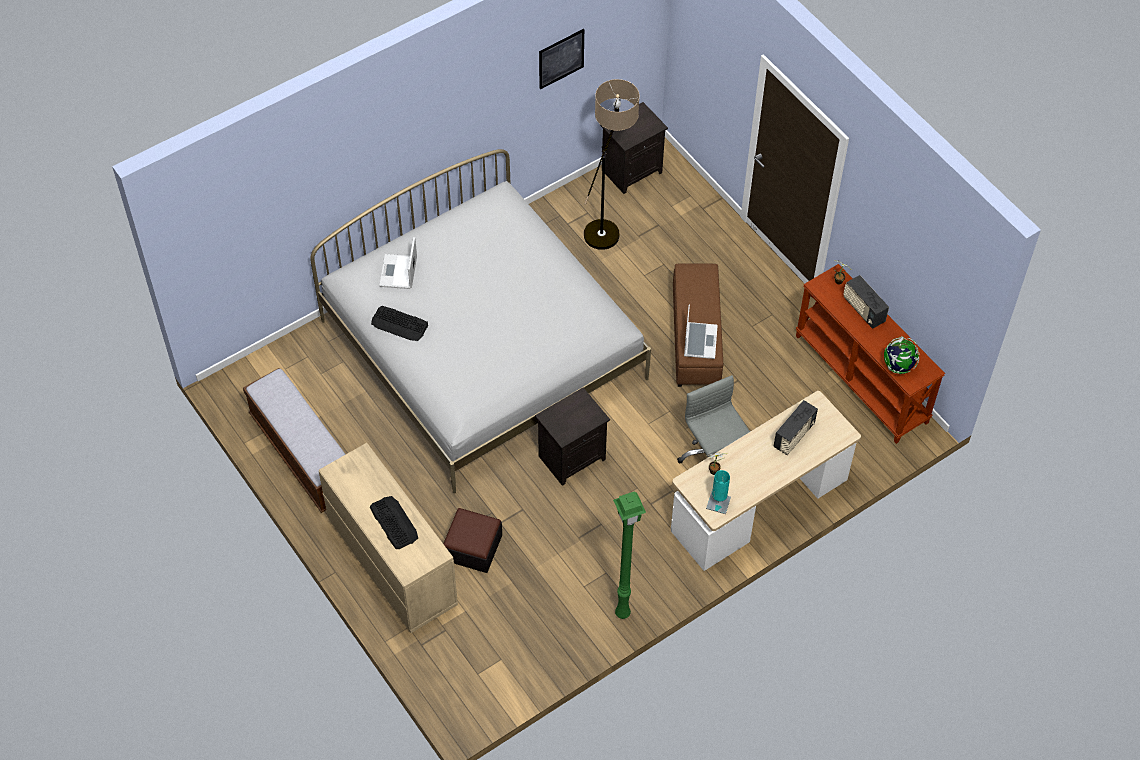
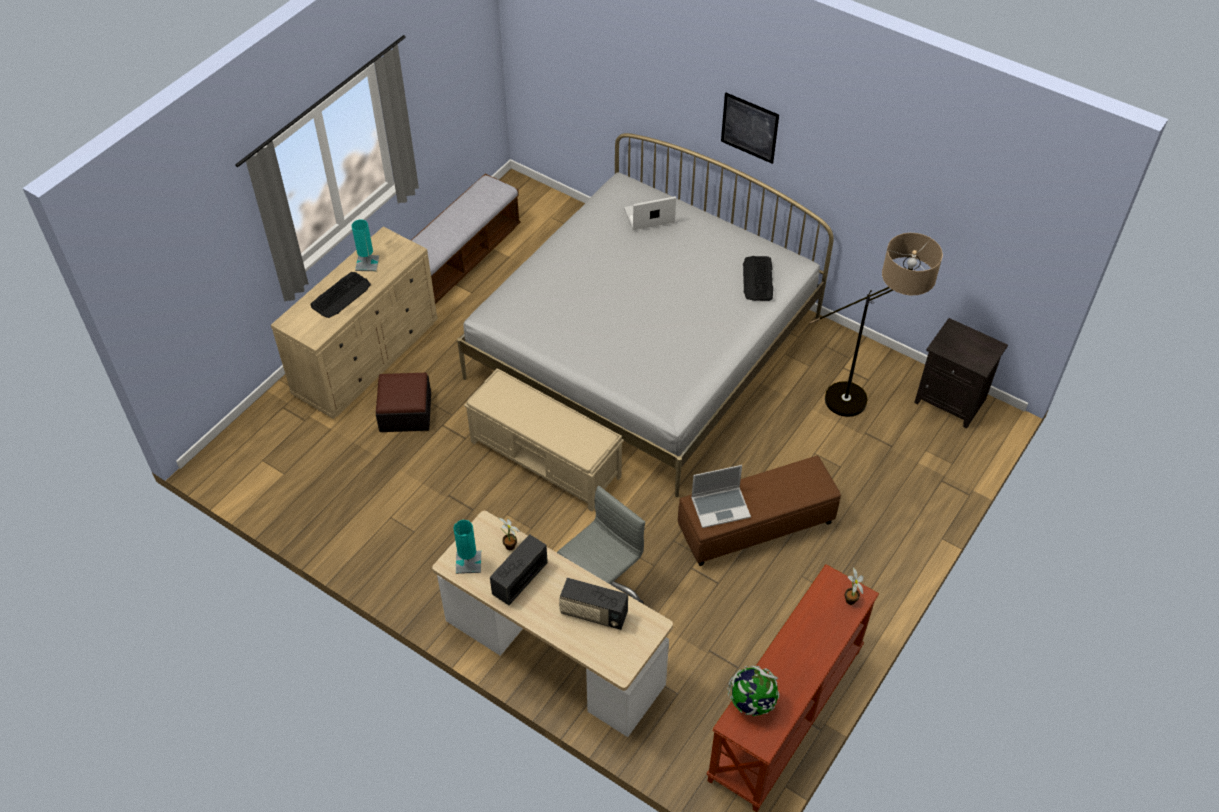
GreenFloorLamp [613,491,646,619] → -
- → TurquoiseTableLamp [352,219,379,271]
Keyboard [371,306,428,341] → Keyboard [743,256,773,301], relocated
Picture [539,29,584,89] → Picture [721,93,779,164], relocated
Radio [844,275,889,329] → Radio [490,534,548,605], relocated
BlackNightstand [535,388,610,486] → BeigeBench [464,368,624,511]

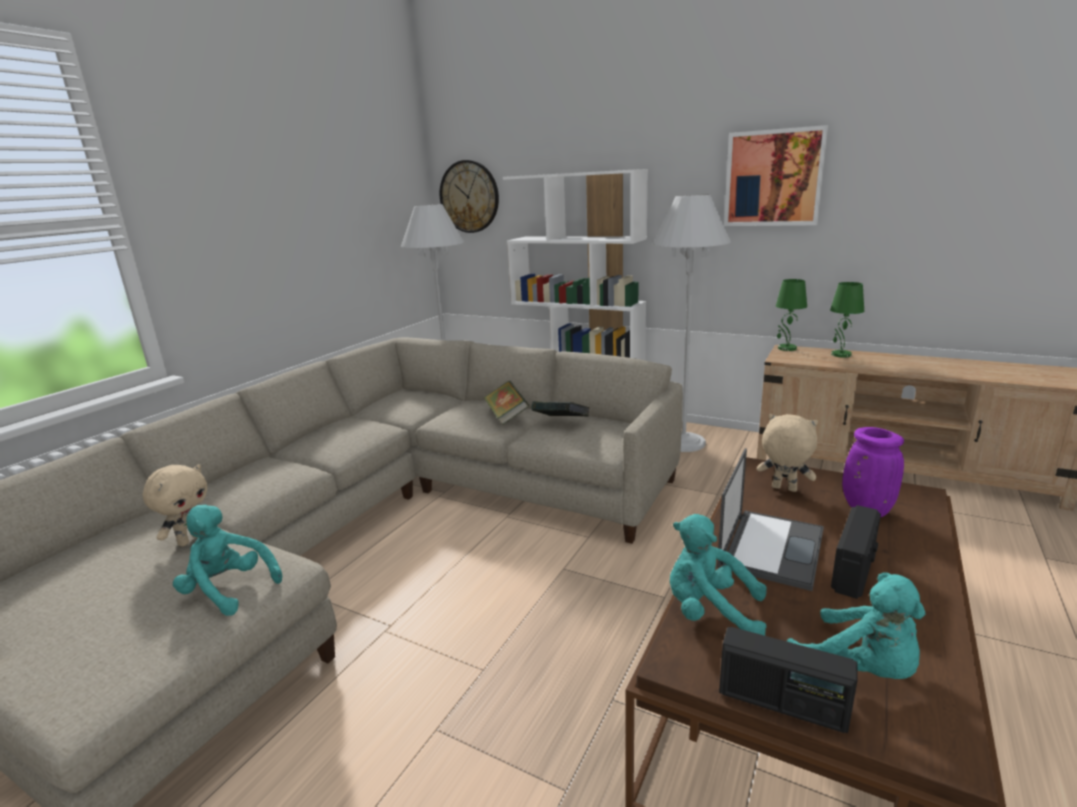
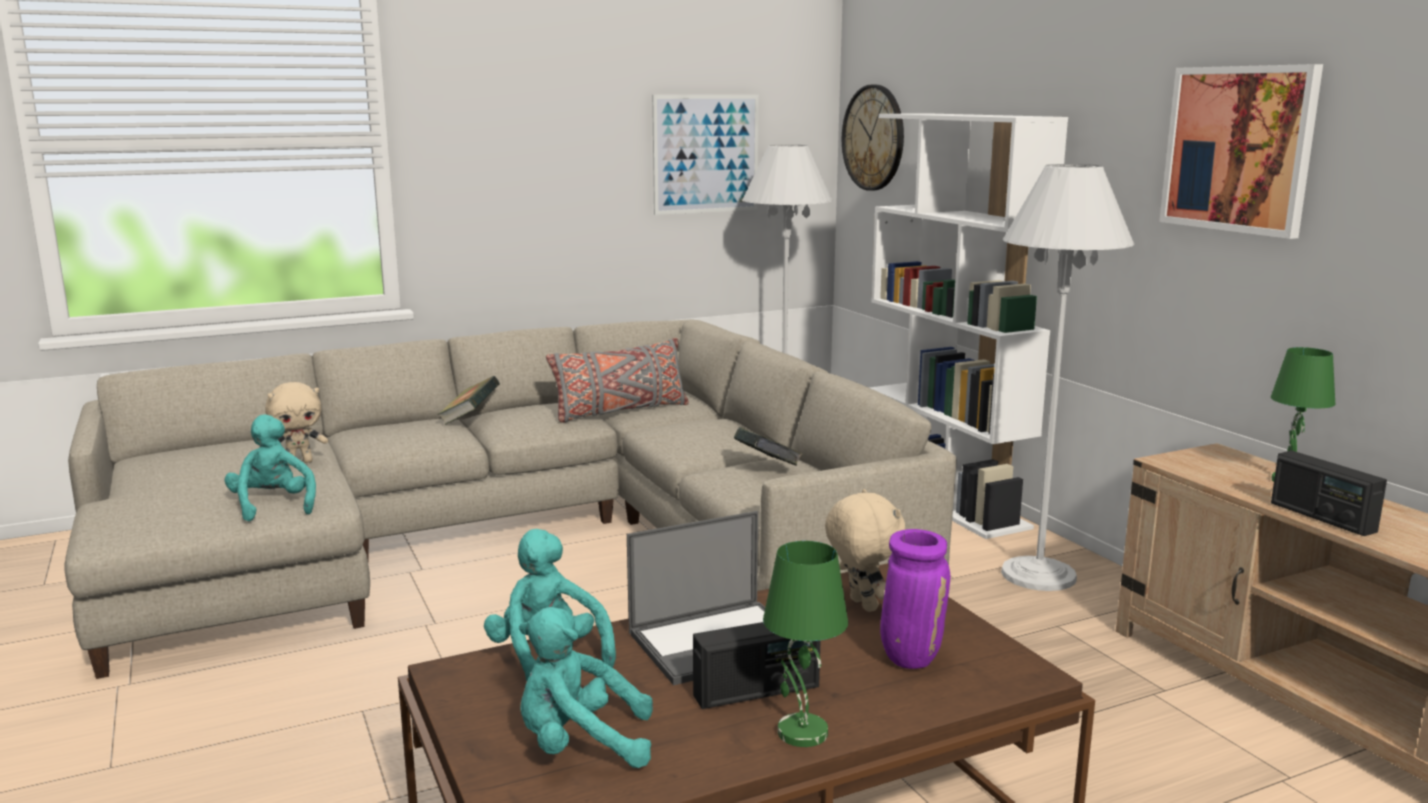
- → GreyPillow [546,338,689,423]
- → Picture [652,95,759,215]
Book [484,381,529,425] → Book [437,376,500,425], relocated
Radio [719,627,857,733] → Radio [1271,451,1387,536], relocated
GreenTableLamp [776,279,807,351] → GreenTableLamp [763,541,848,747], relocated
TurquoisePlushToy [787,572,925,679] → TurquoisePlushToy [519,607,653,768], 90 degrees clockwise

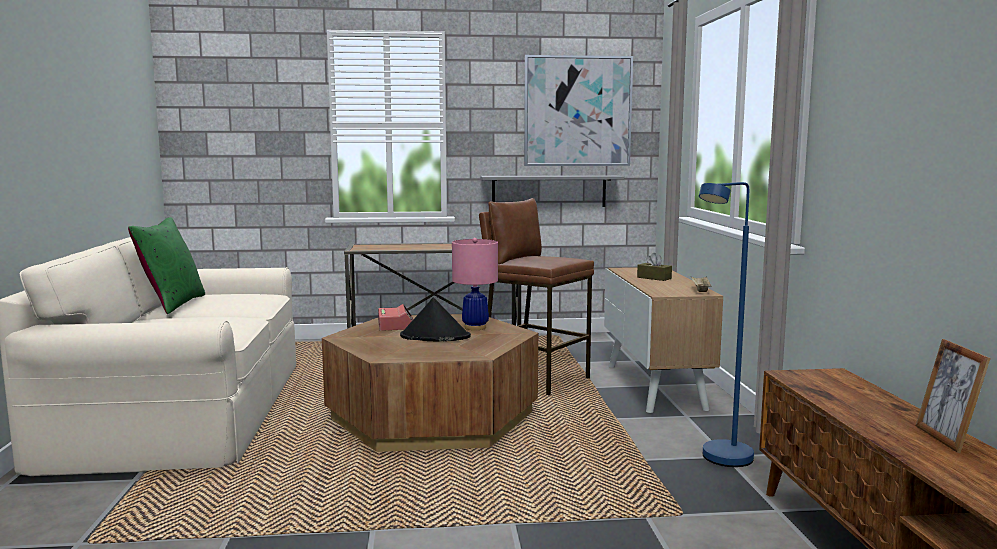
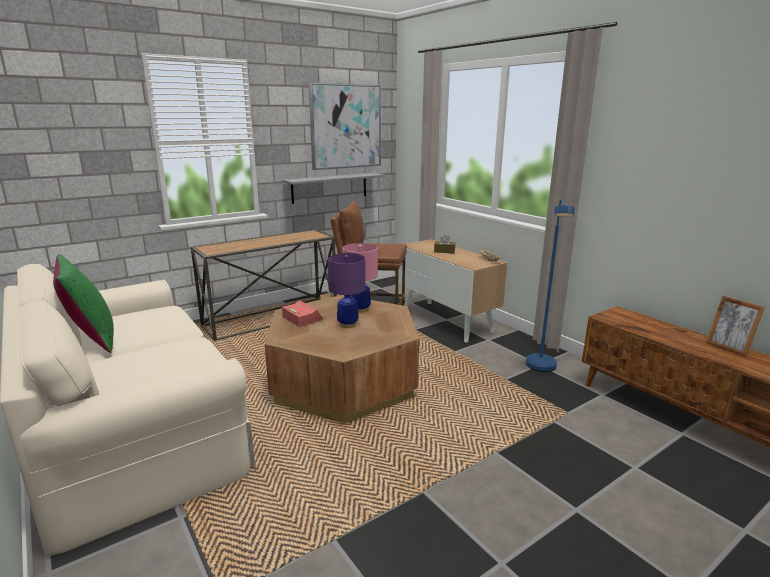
BlackHat [400,298,471,342] → PurpleTableLamp [327,253,366,328]

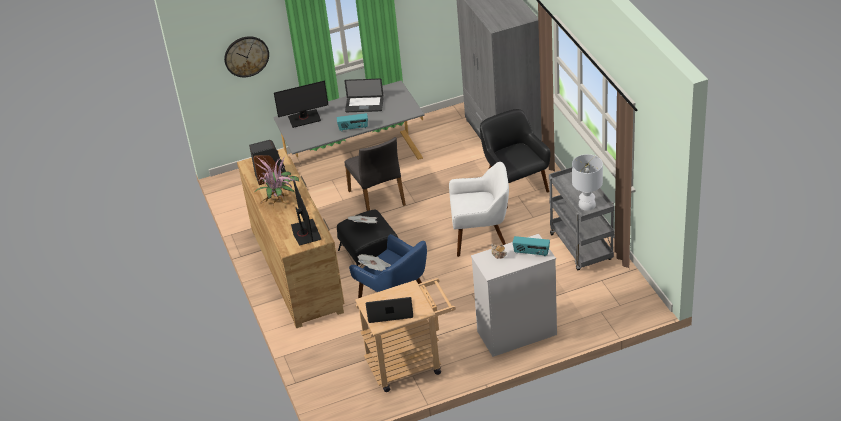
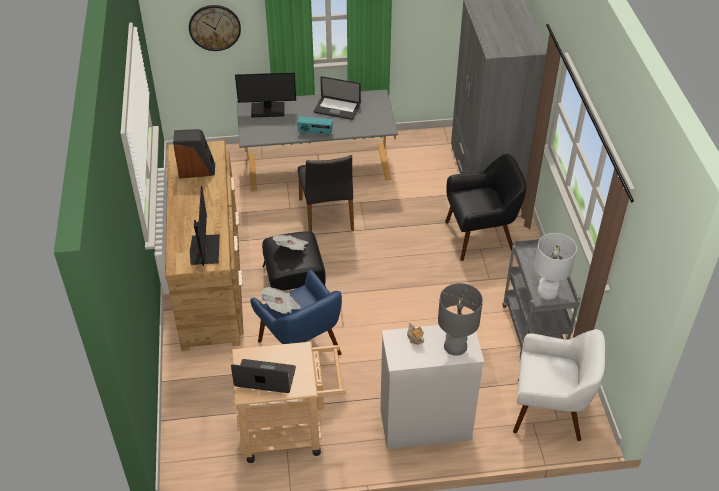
PottedPlant [254,157,299,205] → -
WhiteArmchair [449,162,509,257] → WhiteArmchair [513,329,605,441], relocated
Radio [513,236,550,256] → GreyTableLamp [438,283,483,356]
BlackArmchair [480,109,550,208] → BlackArmchair [445,154,526,261], 90 degrees clockwise

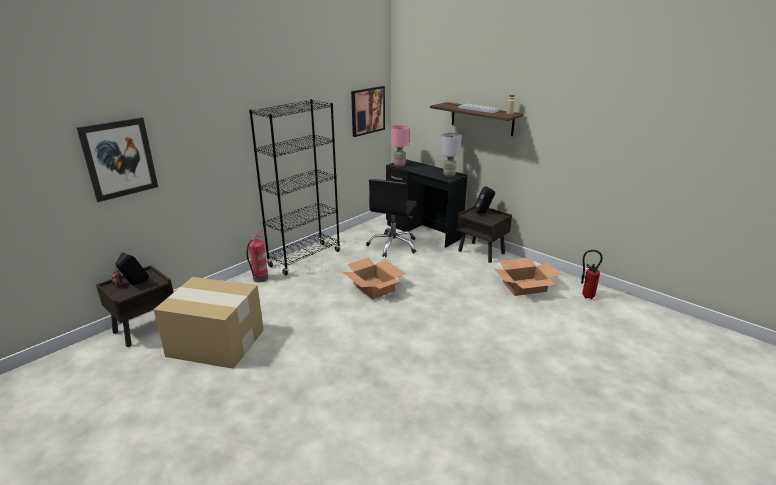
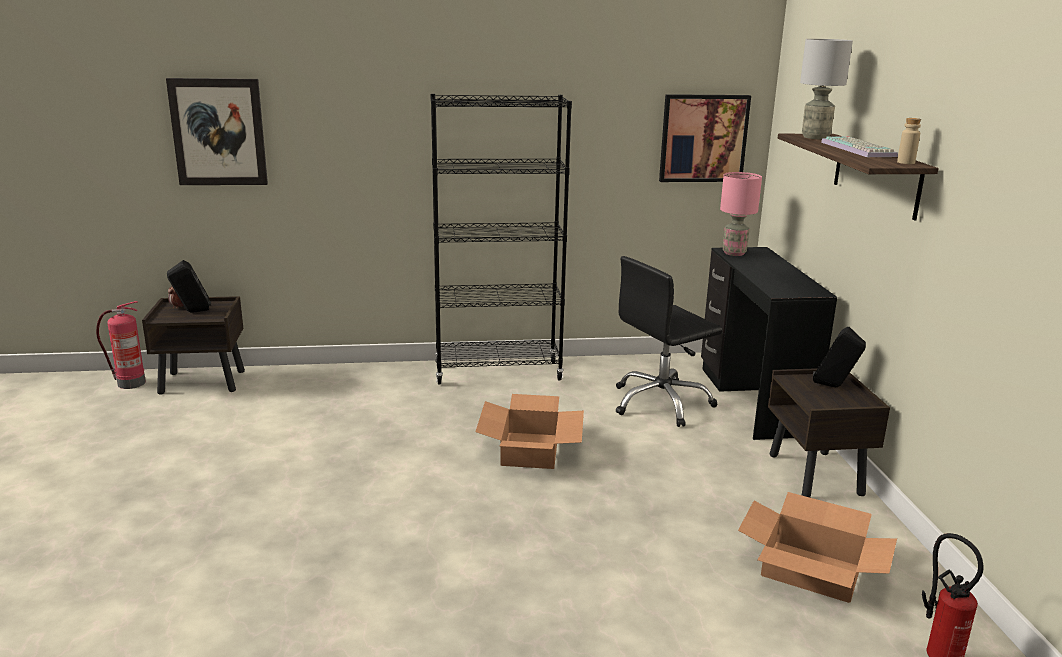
CardboardBox [153,277,264,369] → -
FireExtinguisher [246,231,268,282] → FireExtinguisher [96,301,146,389], relocated
GreyTableLamp [441,133,462,177] → GreyTableLamp [800,39,853,139], relocated

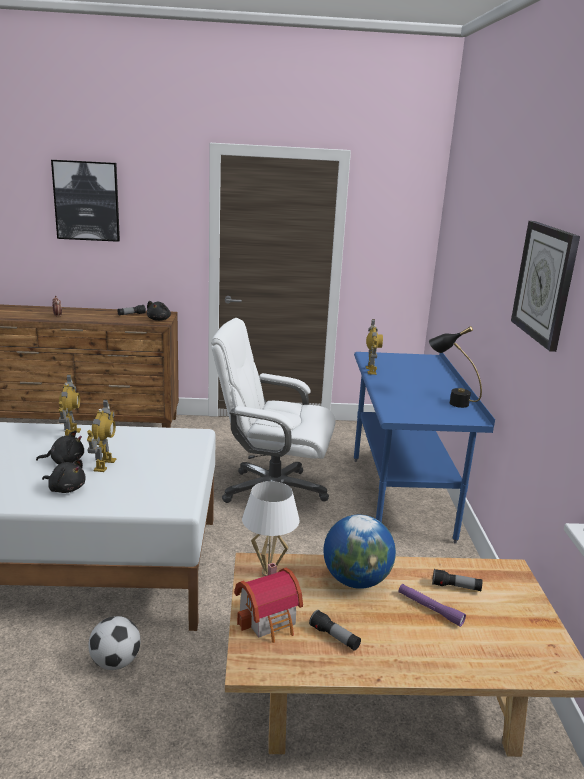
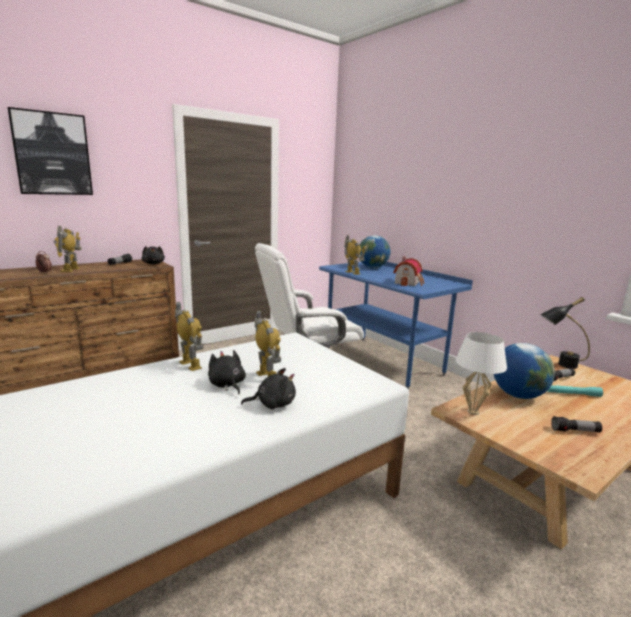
Football [88,616,141,670] → -
WallClock [511,221,580,352] → -
- → ToyRobot [54,226,82,272]
- → Globe [359,235,390,268]
ToyHouse [234,563,303,643] → ToyHouse [393,256,424,286], relocated
BlackTableLamp [429,326,482,408] → BlackTableLamp [541,297,590,369], relocated
PurpleFlashlight [398,584,466,627] → TurquoiseFlashlight [547,385,603,397]
BlackPlushToy [36,430,84,464] → BlackPlushToy [208,350,246,394], 75 degrees counterclockwise

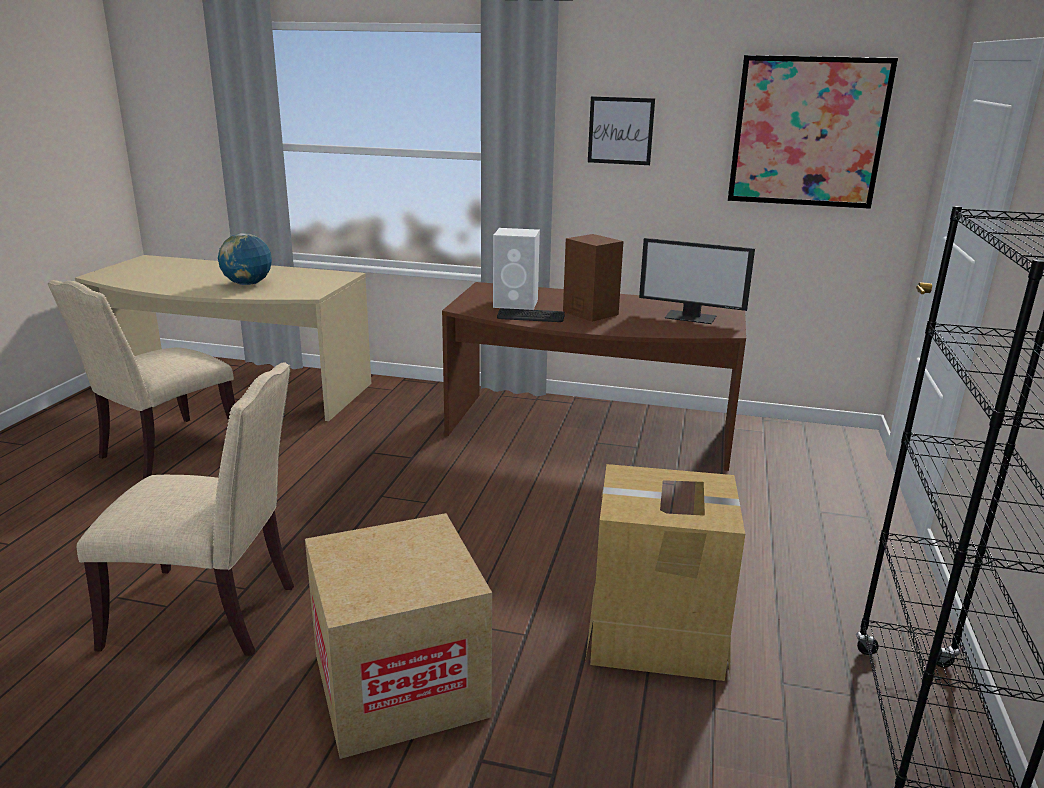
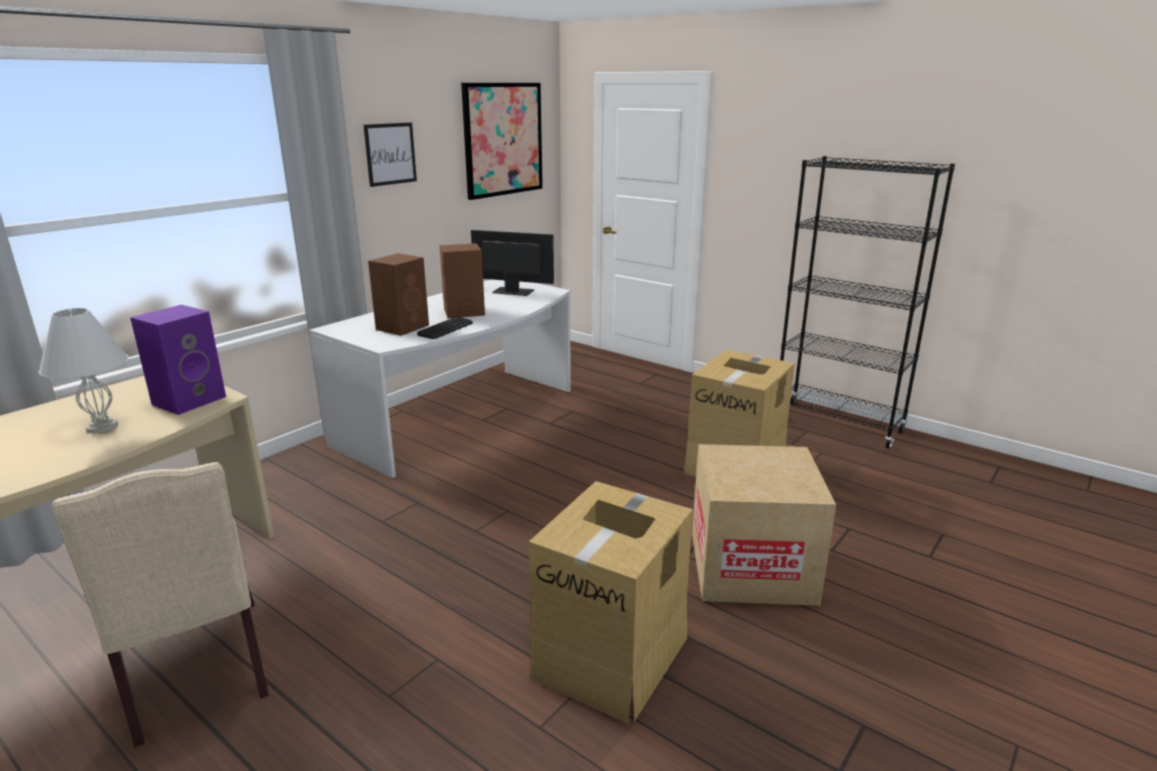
- → PurpleSpeaker [130,305,226,415]
BeigeChair [77,363,294,656] → CardboardBox [529,481,693,724]
Globe [218,233,272,285] → WhiteTableLamp [39,308,129,433]
BrownDesk [442,282,746,471] → WhiteDesk [309,279,571,478]
WhiteSpeaker [493,228,540,310] → BrownSpeaker [368,253,429,336]
Monitor [639,238,755,324] → Monitor [471,230,554,296], 120 degrees counterclockwise

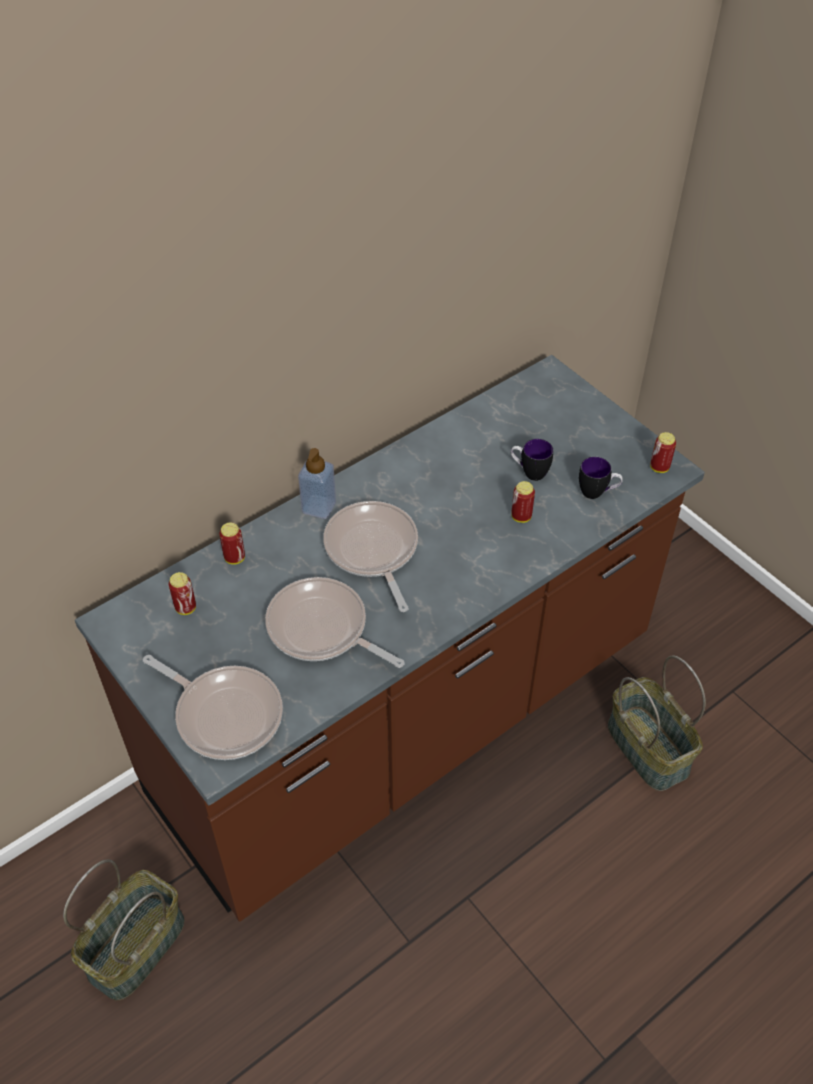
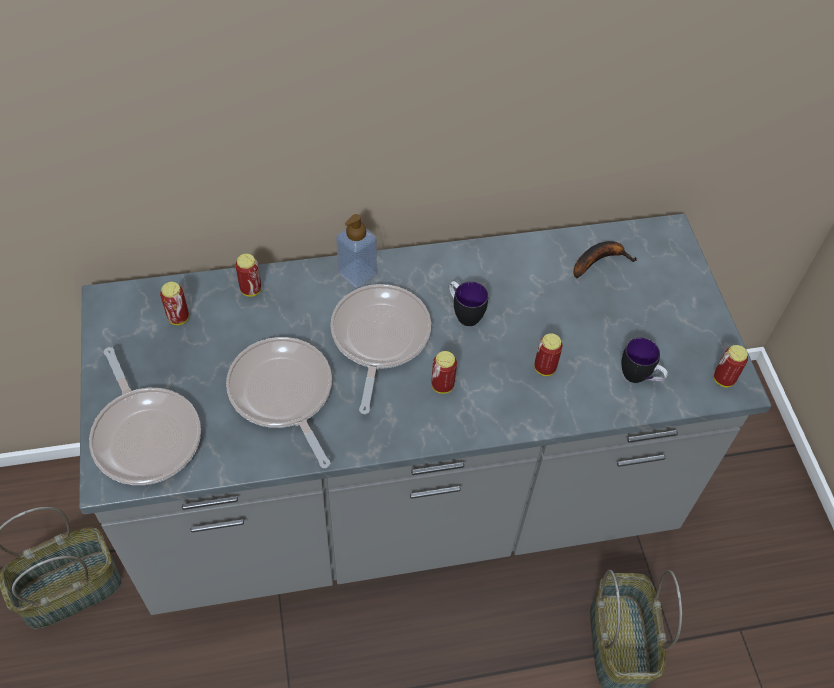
- → Can [431,351,457,394]
- → Banana [573,241,637,278]
Mug [511,439,553,481] → Mug [449,281,488,326], relocated
BrownCounter [75,355,705,922] → GreyCounter [79,214,771,615]

